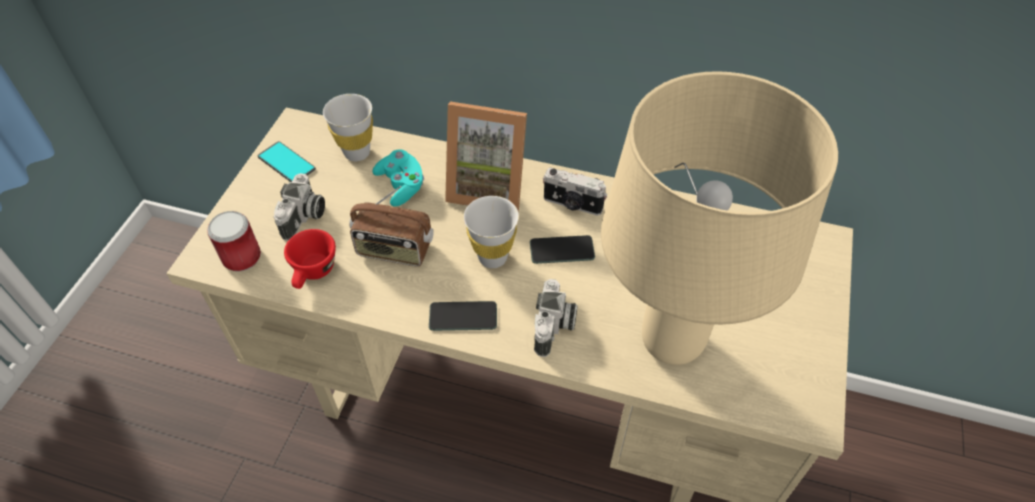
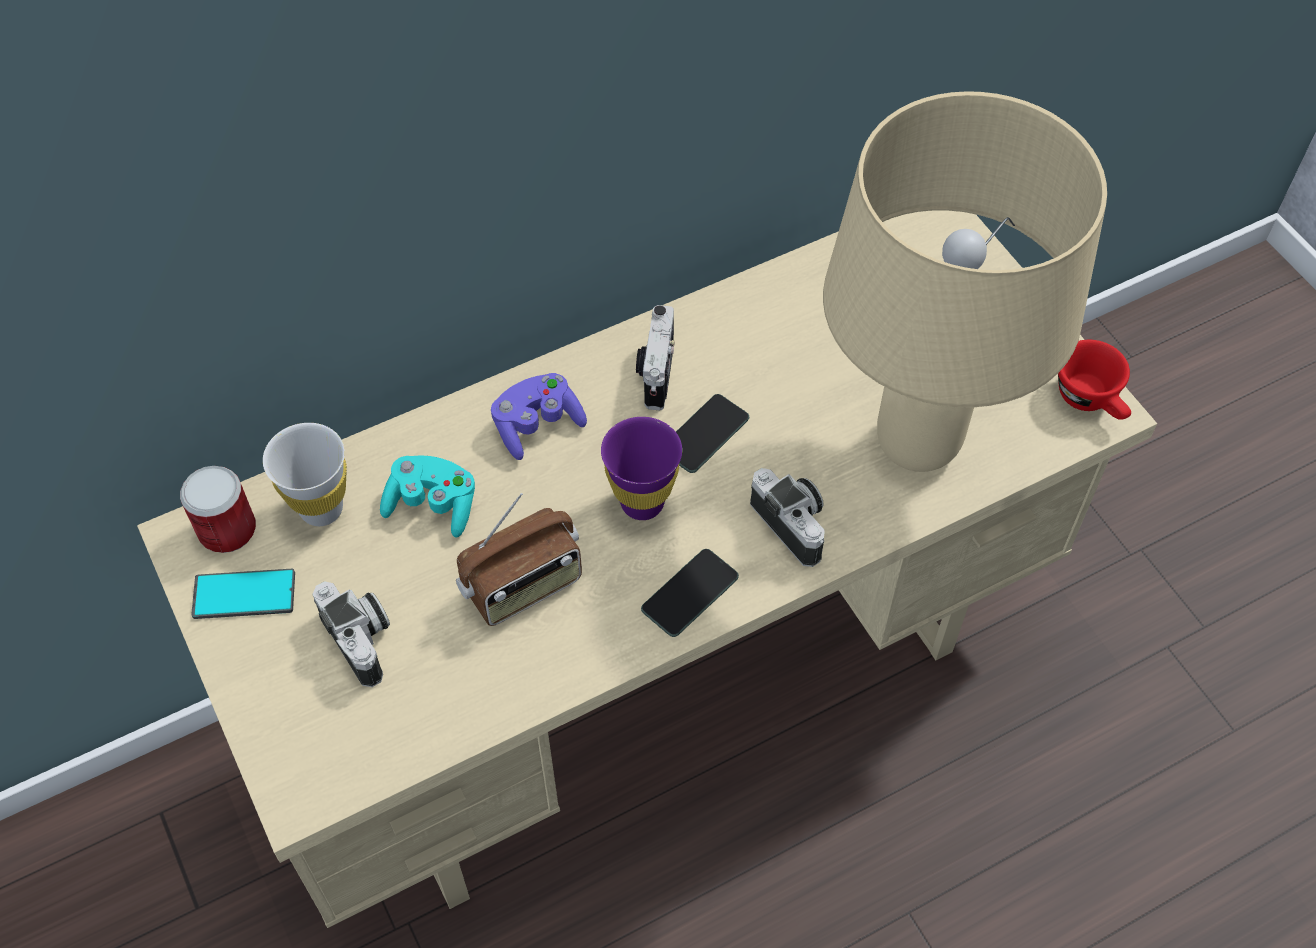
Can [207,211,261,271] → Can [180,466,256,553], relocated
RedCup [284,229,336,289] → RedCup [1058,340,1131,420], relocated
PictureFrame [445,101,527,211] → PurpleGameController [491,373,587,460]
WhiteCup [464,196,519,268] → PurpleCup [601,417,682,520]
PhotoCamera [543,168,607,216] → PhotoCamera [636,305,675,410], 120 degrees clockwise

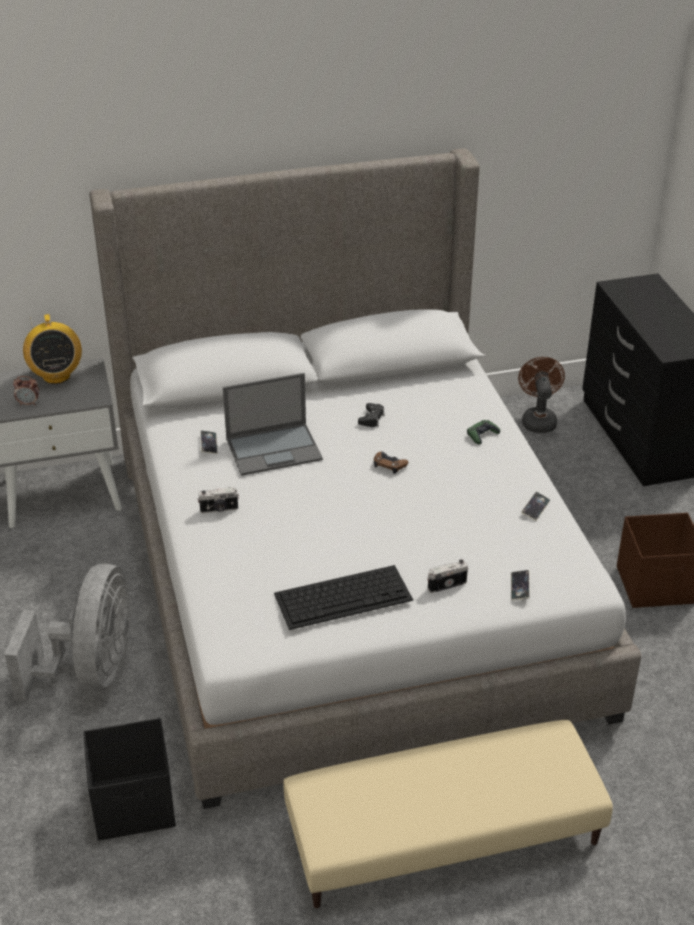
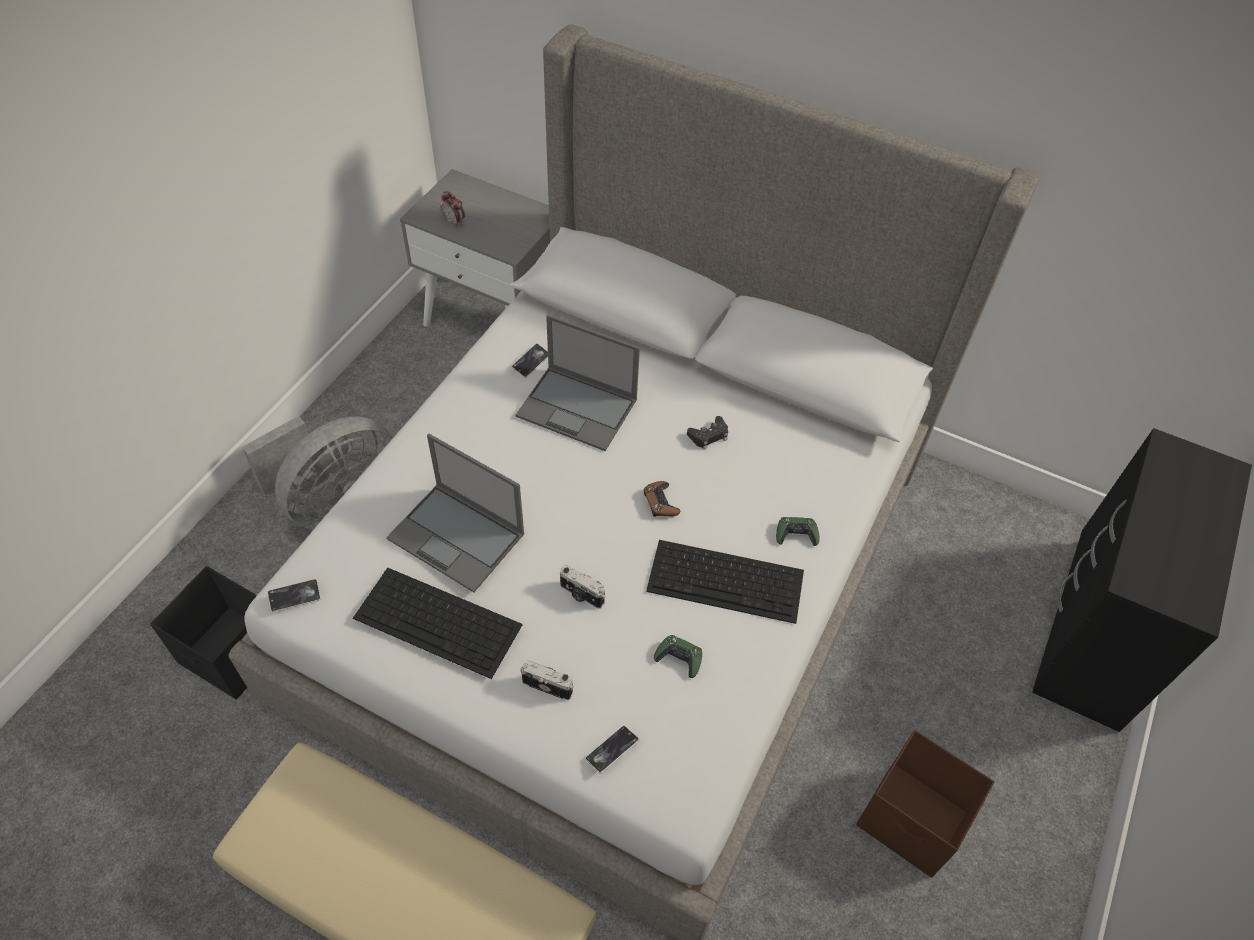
Radio [23,314,82,384] → -
BrownFan [518,357,565,433] → -
- → Laptop [386,434,524,592]
- → Keyboard [646,540,804,624]
- → GreenGameController [654,635,702,678]
PhotoCamera [197,487,239,513] → PhotoCamera [560,565,605,609], relocated
Phone [521,492,550,521] → Phone [267,579,321,612], relocated

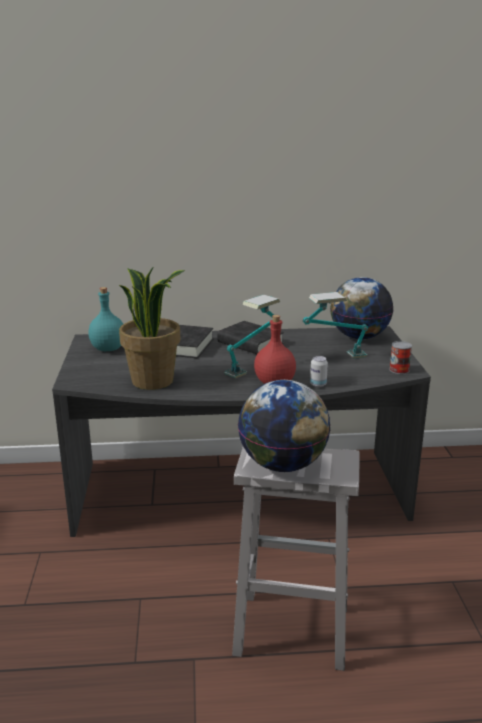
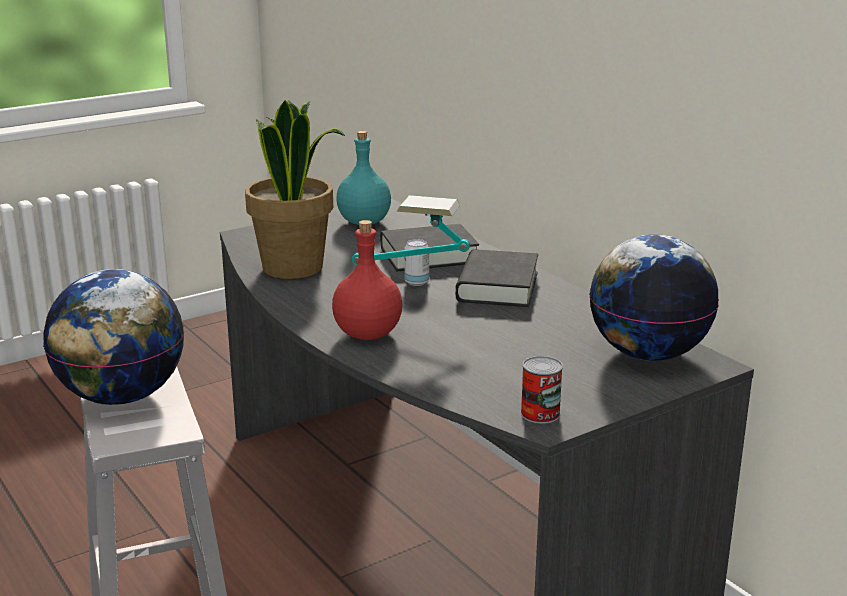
TableLamp [303,292,368,359] → -
Can [310,356,328,387] → Can [404,239,429,286], relocated

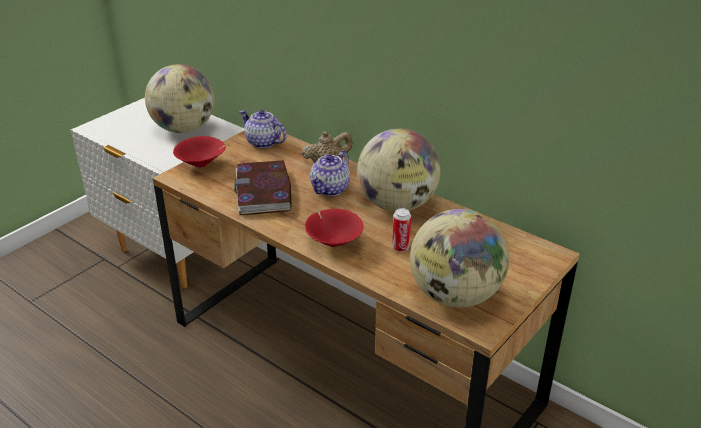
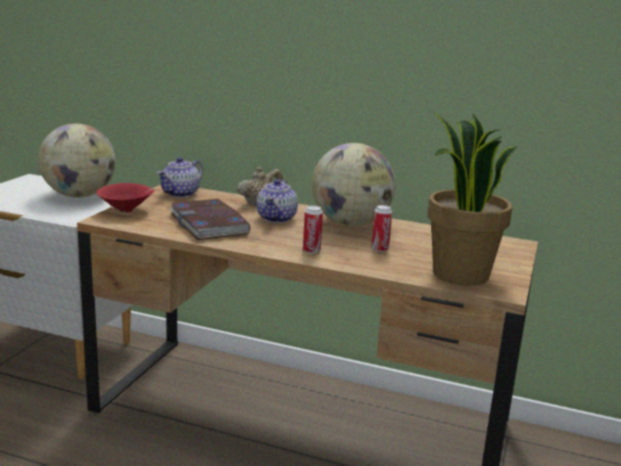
RedBowl [305,209,364,247] → Can [303,206,323,254]
Globe [410,209,509,308] → PottedPlant [427,111,518,286]
Teapot [239,110,287,148] → Teapot [157,157,203,197], 75 degrees counterclockwise

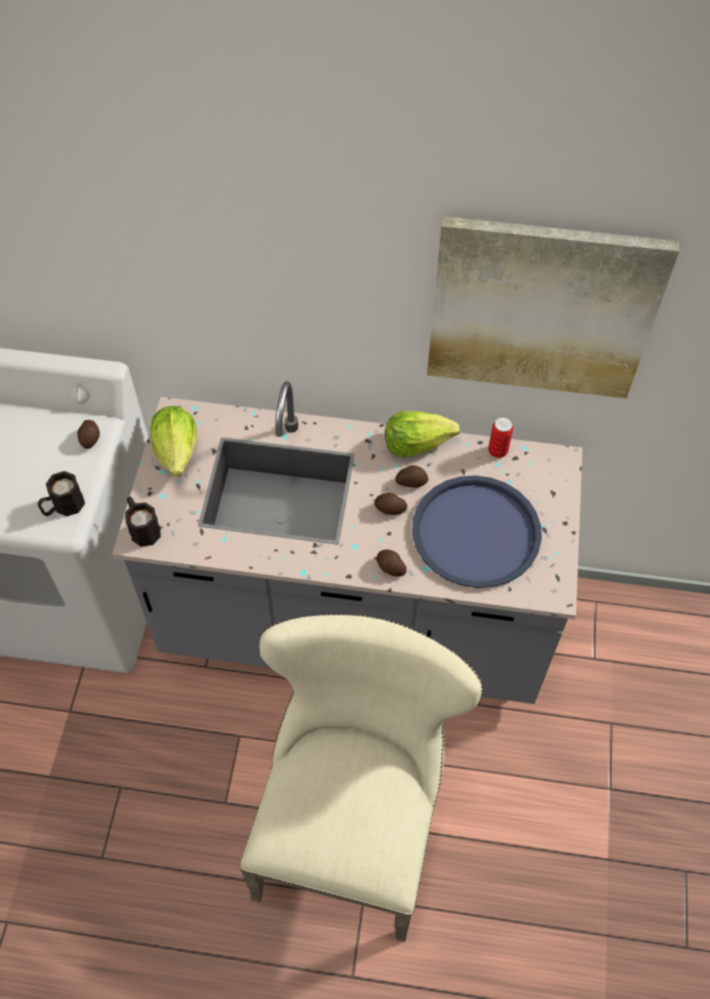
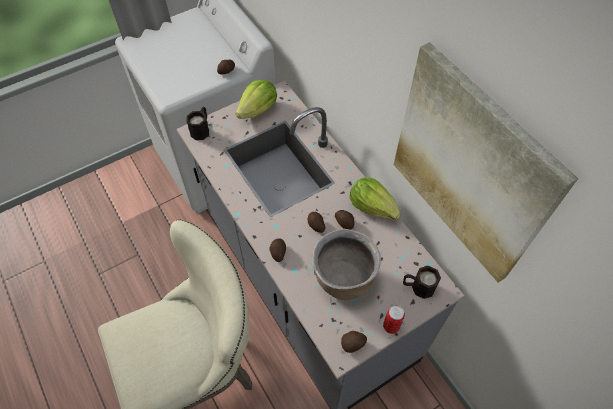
- → Potato [341,331,367,353]
BlackMug [38,471,85,516] → BlackMug [403,266,441,299], relocated
Can [488,417,513,458] → Can [383,305,405,334], relocated
BlueTray [412,476,542,588] → BrownCookingPot [312,229,381,300]

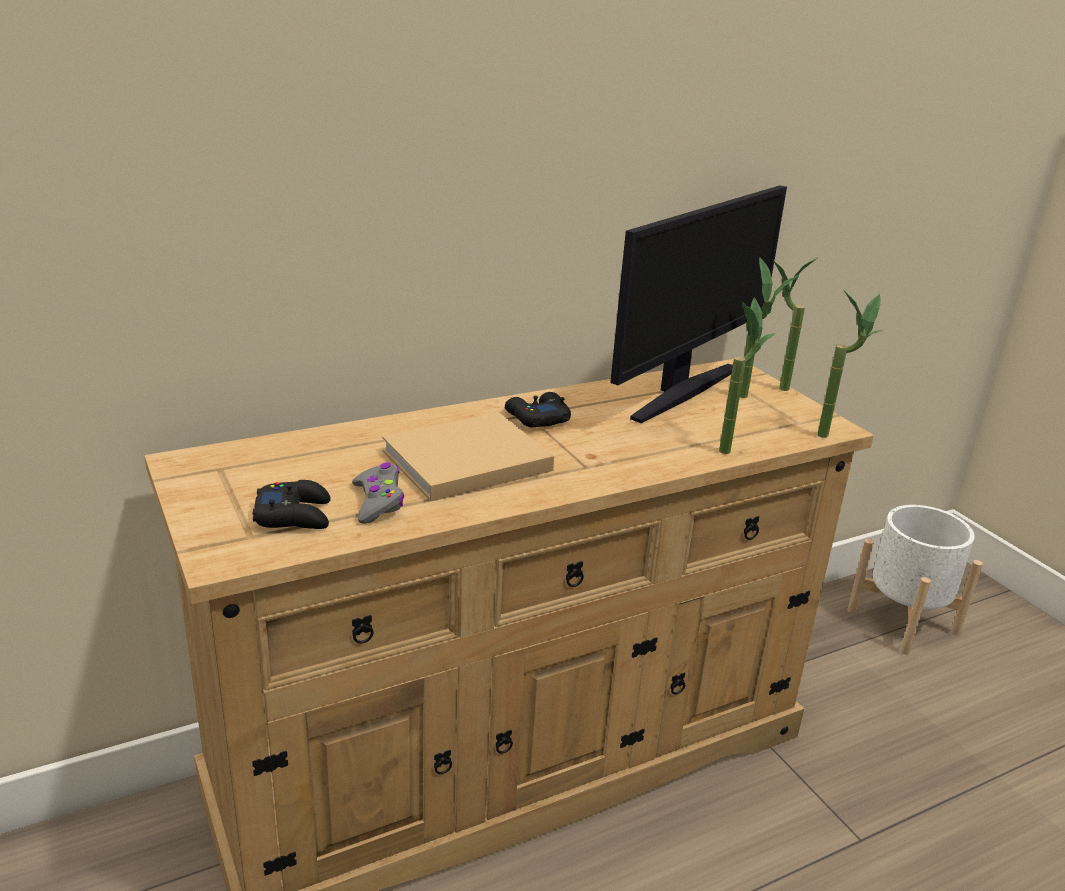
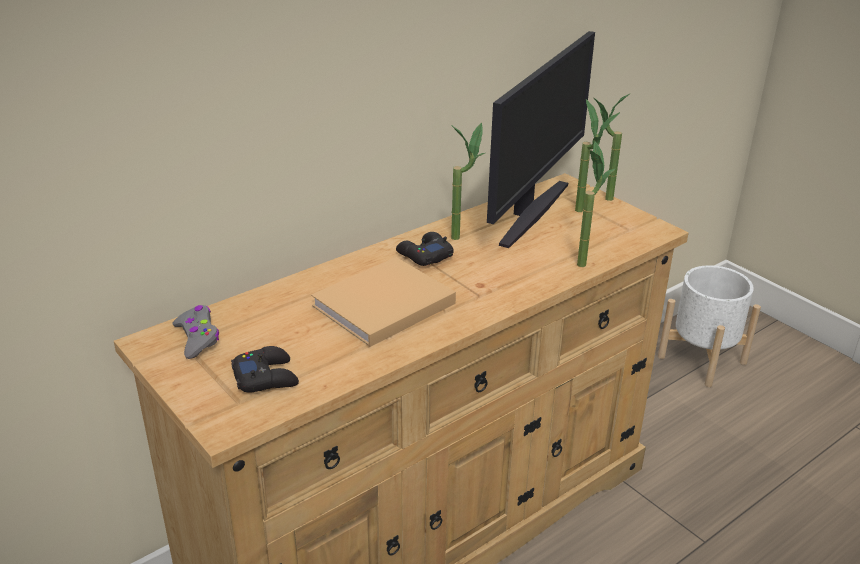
GreyGameController [352,462,404,524] → GreyGameController [172,305,219,359], relocated
PottedPlant [817,291,883,438] → PottedPlant [451,123,485,240], relocated

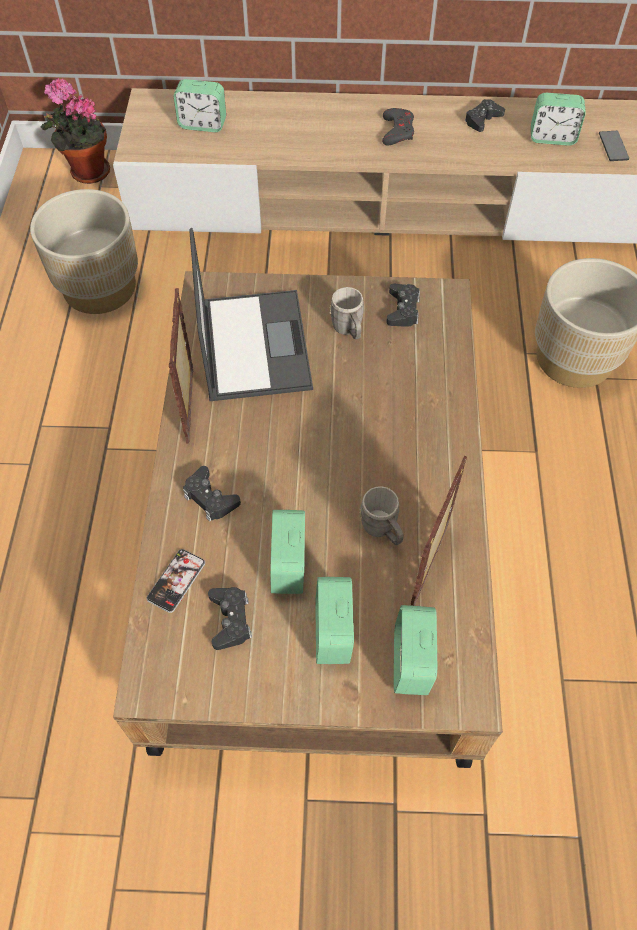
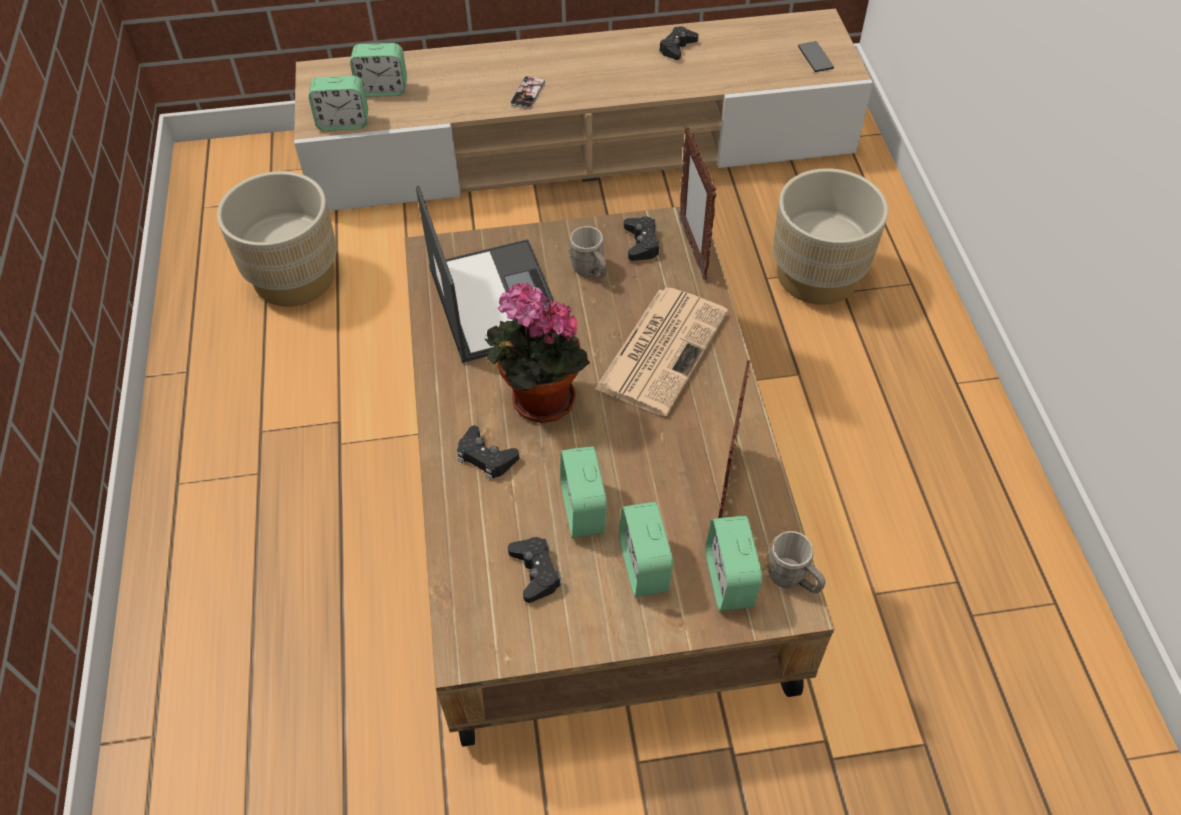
GreyGameController [382,108,414,146] → -
- → Newspaper [595,288,728,416]
PottedPlant [40,78,110,184] → PottedPlant [485,282,590,423], relocated
Phone [147,549,205,613] → Phone [510,76,545,109], relocated
PictureFrame [169,288,193,443] → PictureFrame [679,127,717,280], relocated
GreyMug [359,486,404,545] → GreyMug [767,531,826,594], relocated
AlarmClock [531,93,586,146] → AlarmClock [309,76,368,131], relocated

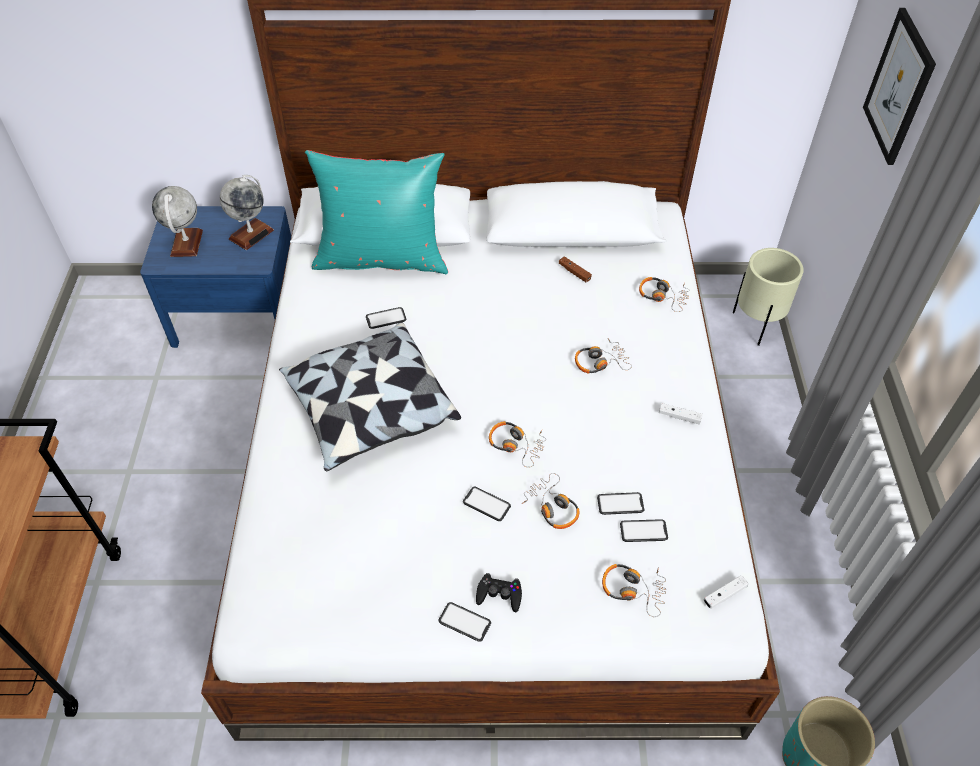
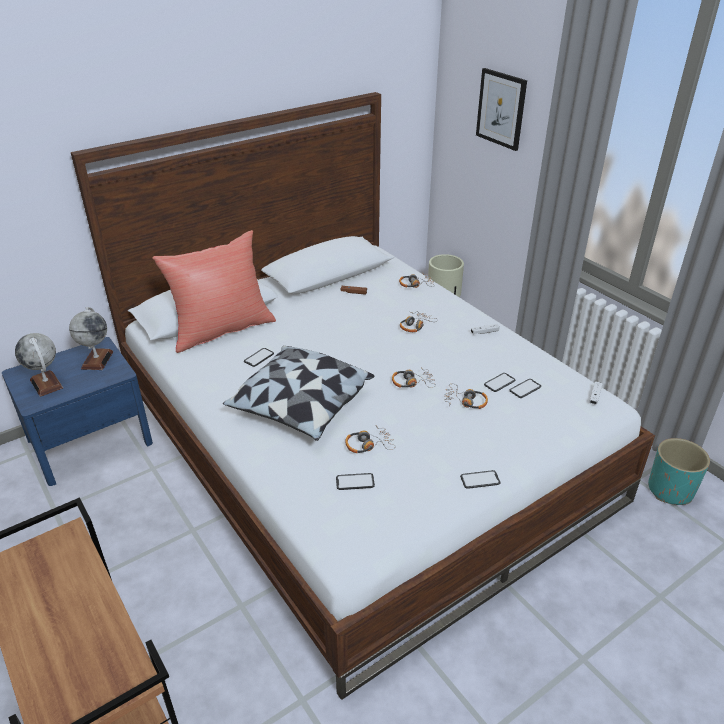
BlackGameController [476,573,522,612] → -
Phone [463,487,511,521] → Phone [336,473,375,490], relocated
Headphones [602,564,666,617] → Headphones [345,425,396,453], relocated
TurquoisePillow [305,150,448,274] → RedPillow [152,230,276,353]

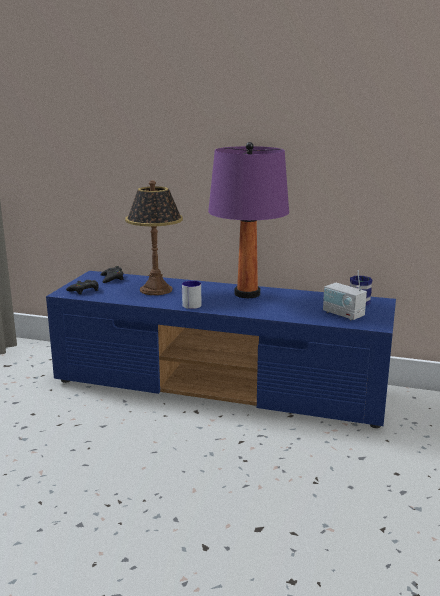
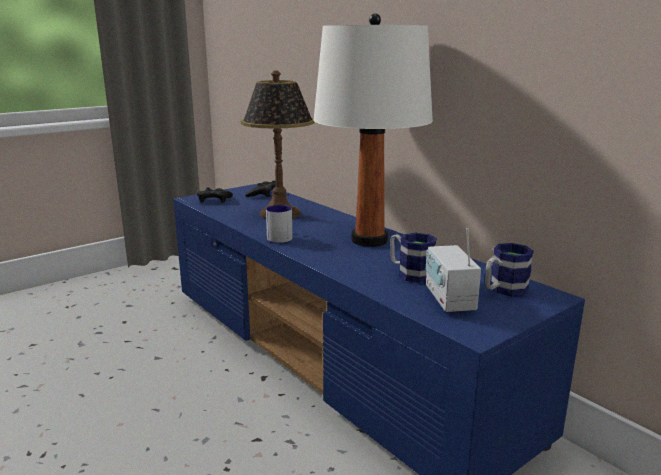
- → Mug [390,233,437,283]
PurpleTableLamp [208,142,289,298] → WhiteTableLamp [314,13,433,247]

